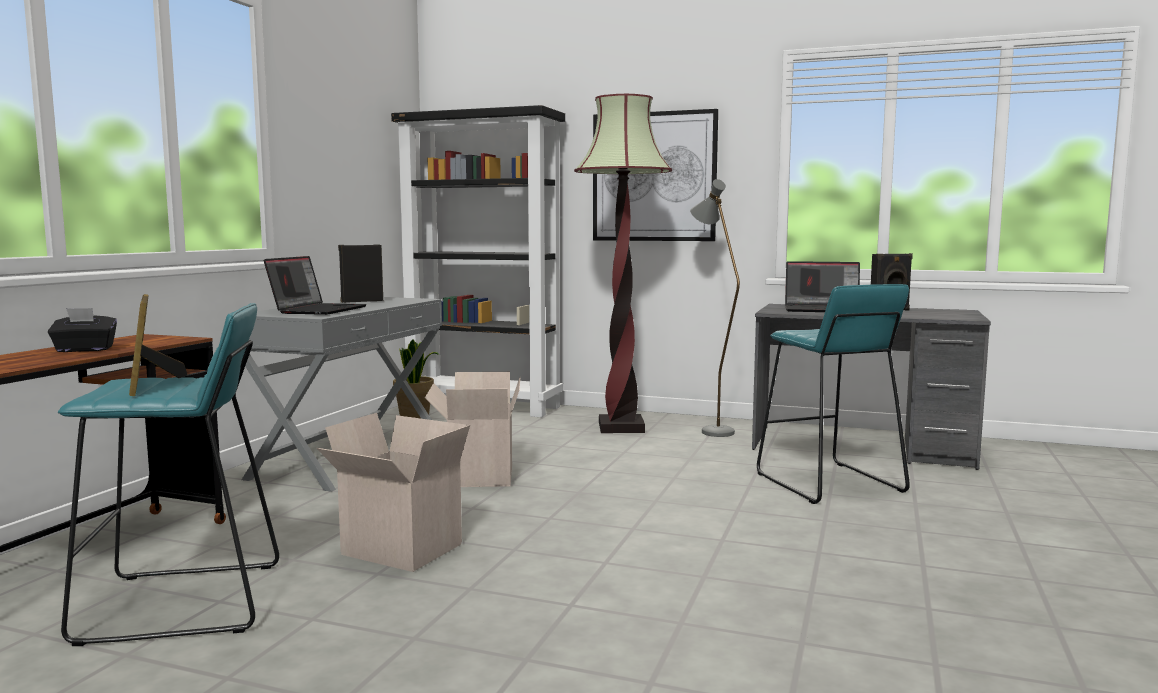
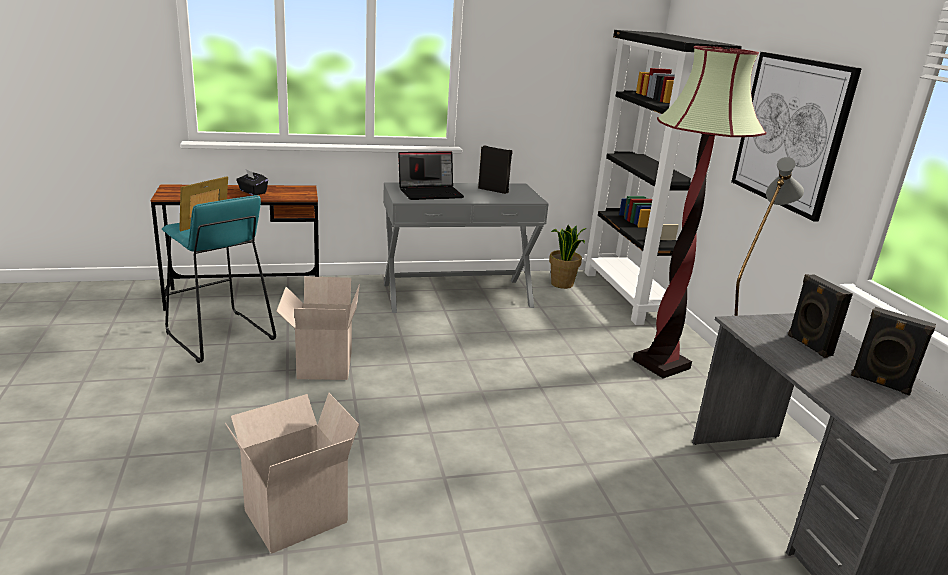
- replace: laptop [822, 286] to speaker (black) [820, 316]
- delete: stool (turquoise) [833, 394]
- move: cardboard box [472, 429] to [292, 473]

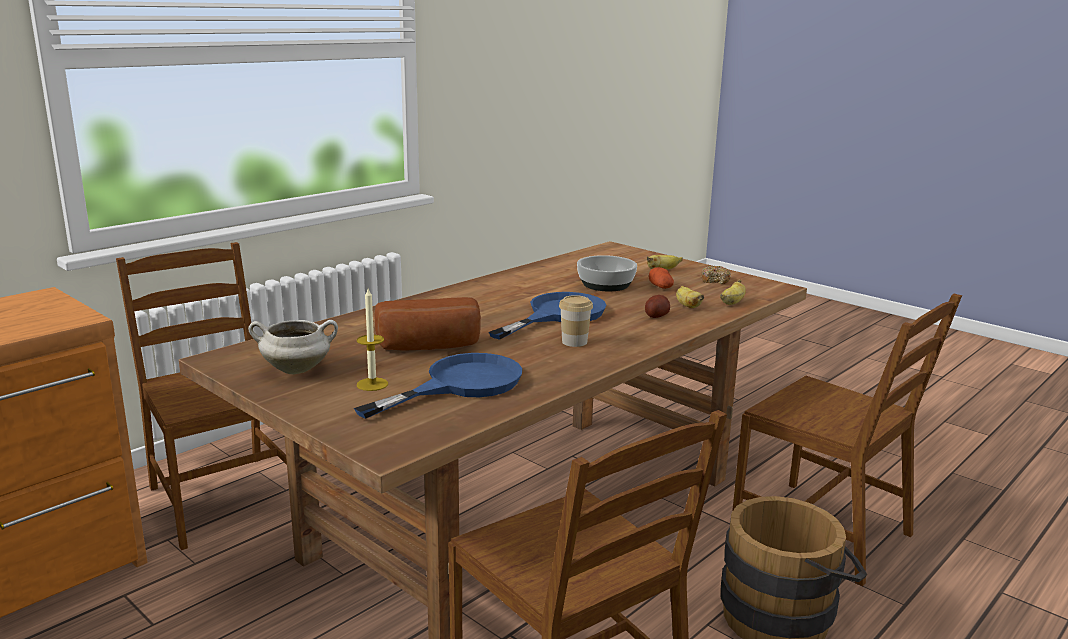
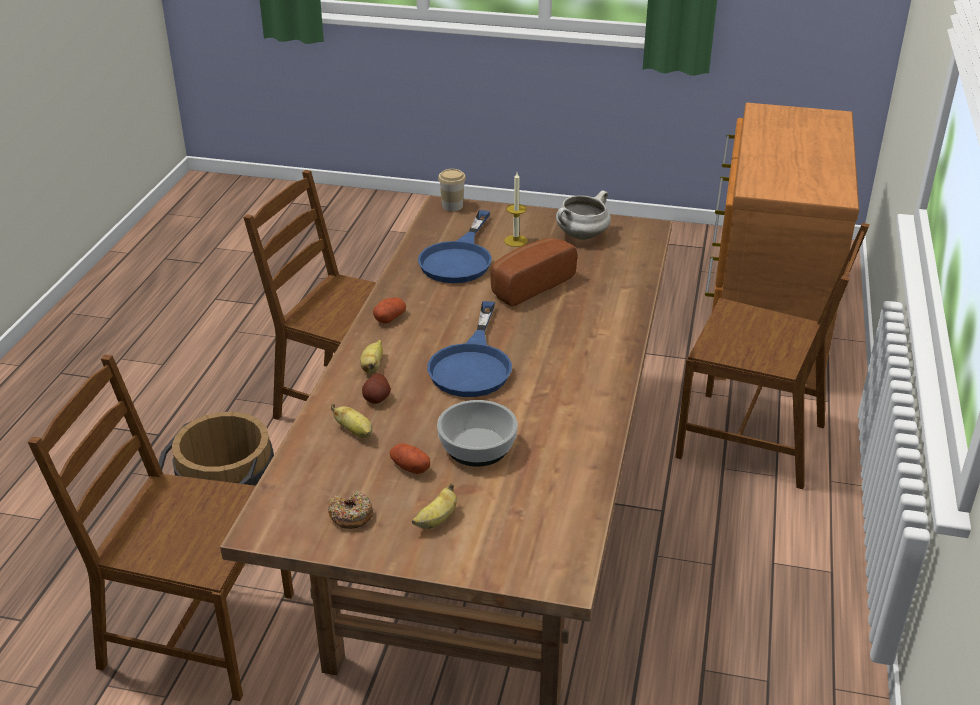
- move: banana [733, 292] to [371, 357]
- move: cup [576, 321] to [452, 190]
- insert: potato [389, 310]

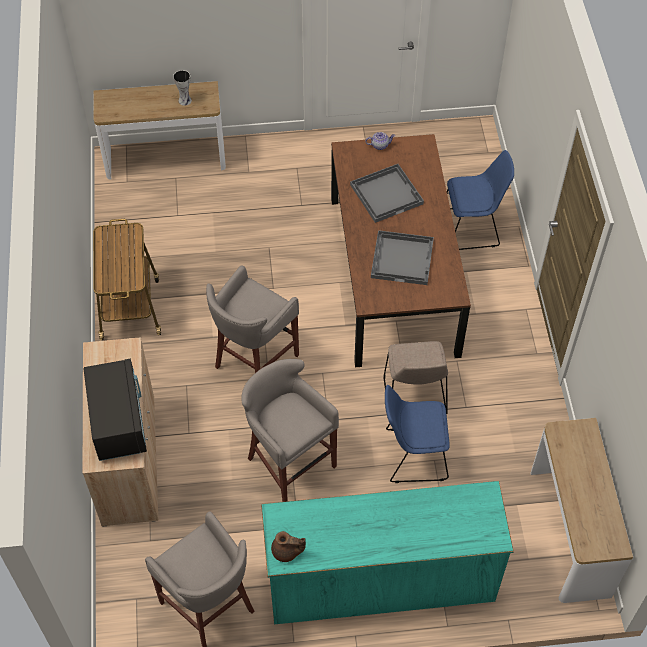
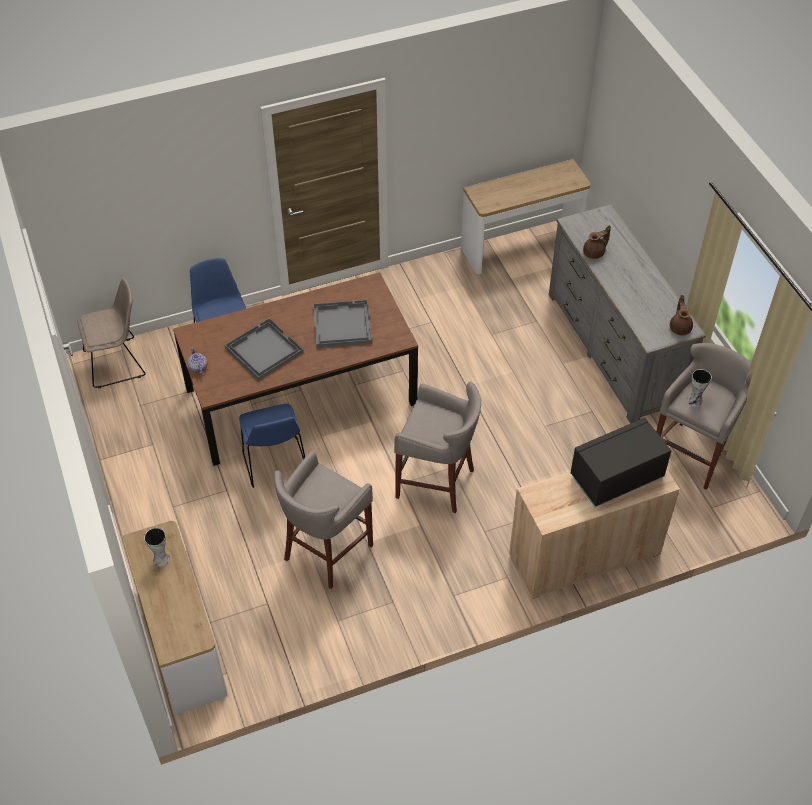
- delete: cart [127, 279]
- move: chair (beige) [415, 377] to [111, 333]
- move: stool (grey) [290, 430] to [323, 520]
- move: chair (blue) [417, 434] to [272, 446]
- recolor: dresser (turquoise) [387, 552] to dresser (grey) [627, 314]
- insert: teapot (brown) [597, 242]
- insert: vase [699, 388]

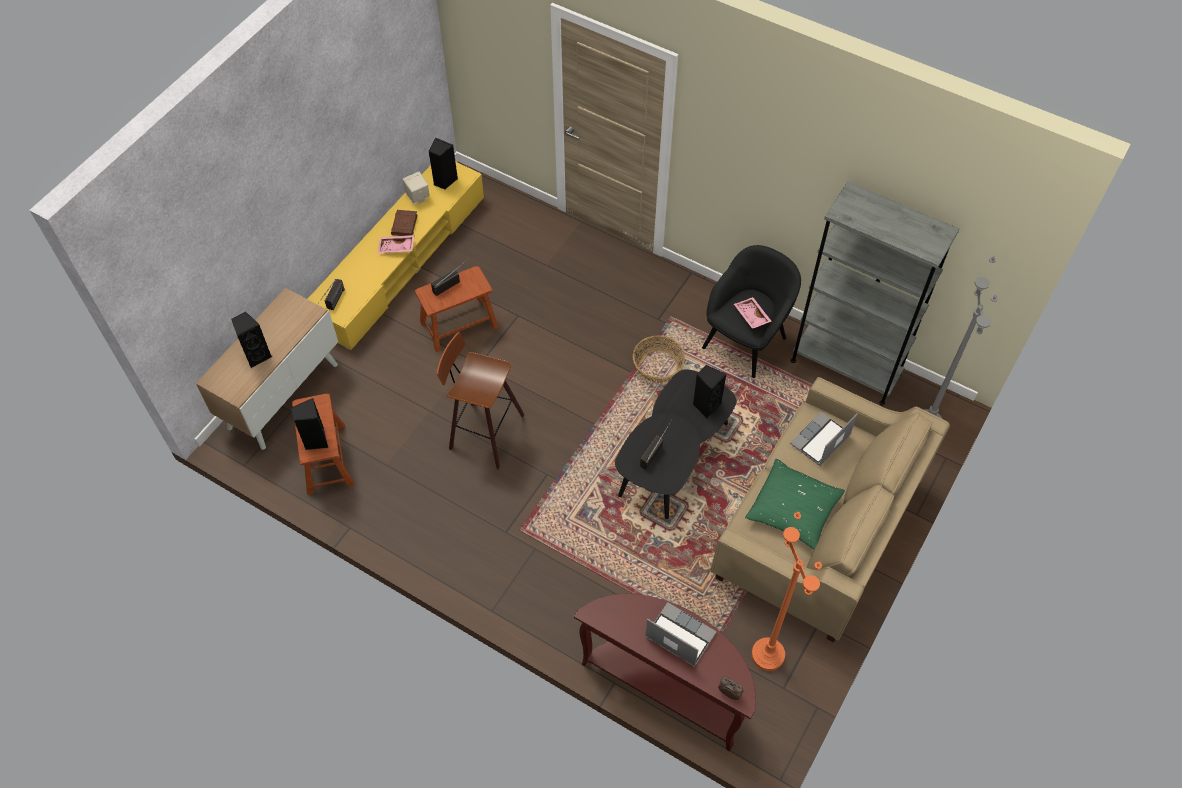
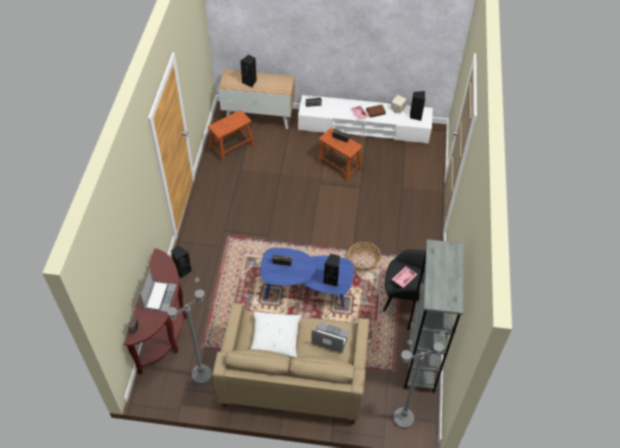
- recolor: tv stand (yellow) [396, 256] to tv stand (white) [365, 119]
- delete: stool [480, 400]
- recolor: coffee table (black) [676, 444] to coffee table (blue) [307, 278]
- move: speaker (black) [309, 424] to [181, 262]
- recolor: pillow (green) [795, 504] to pillow (white) [275, 335]
- recolor: floor lamp (orange) [786, 591] to floor lamp (grey) [189, 330]

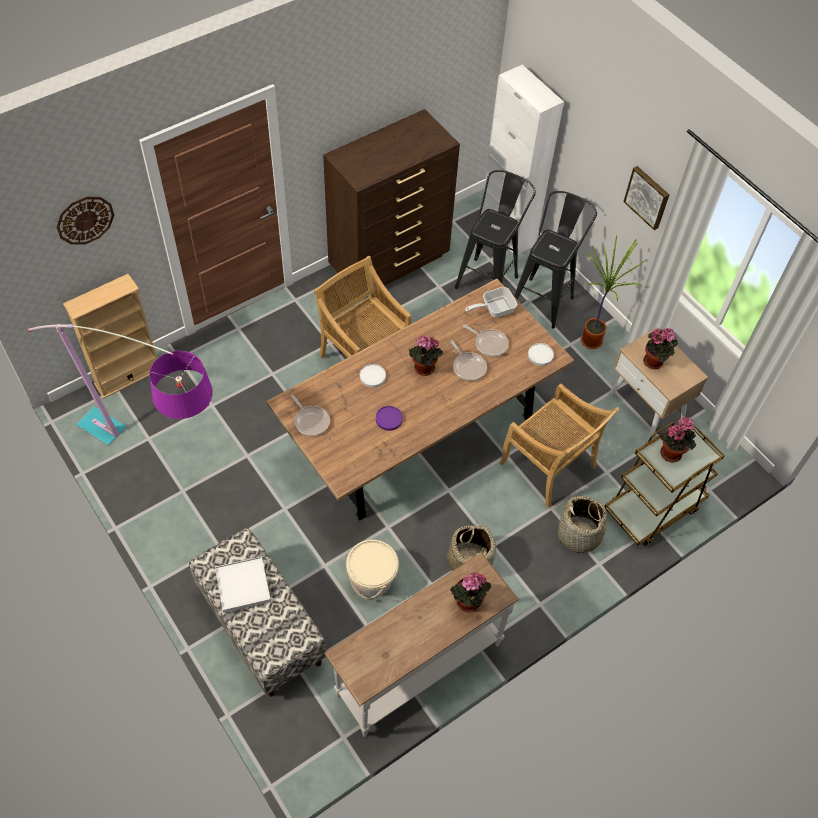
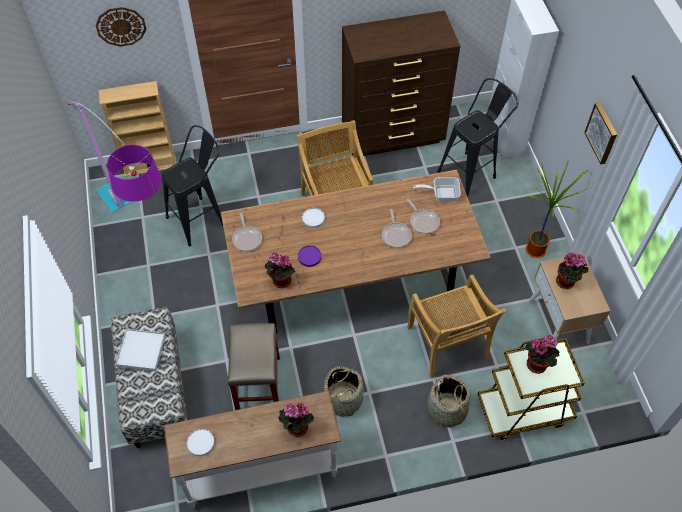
- move: stool (black) [555, 259] to [192, 186]
- move: potted plant [426, 356] to [280, 270]
- move: plate (white) [541, 354] to [201, 442]
- replace: bucket (beige) [372, 569] to stool (beige) [254, 366]

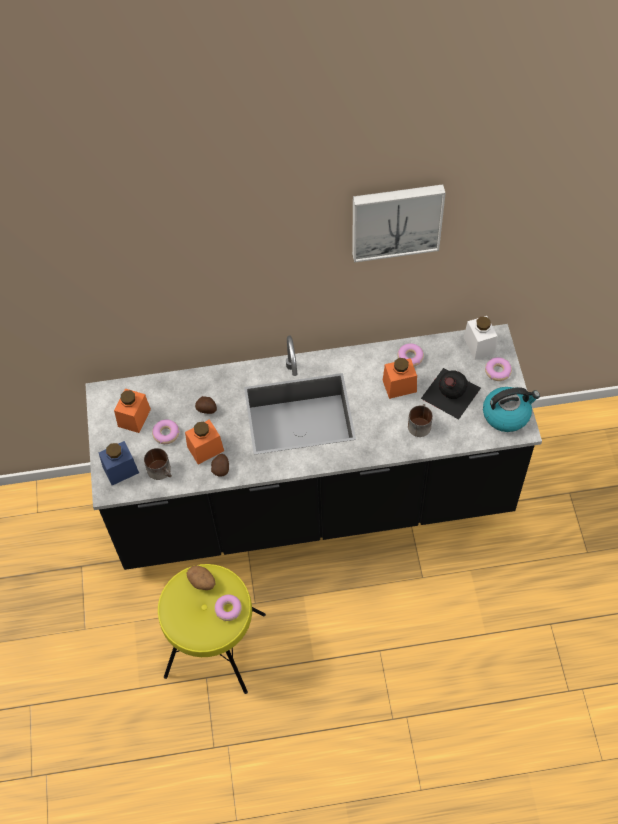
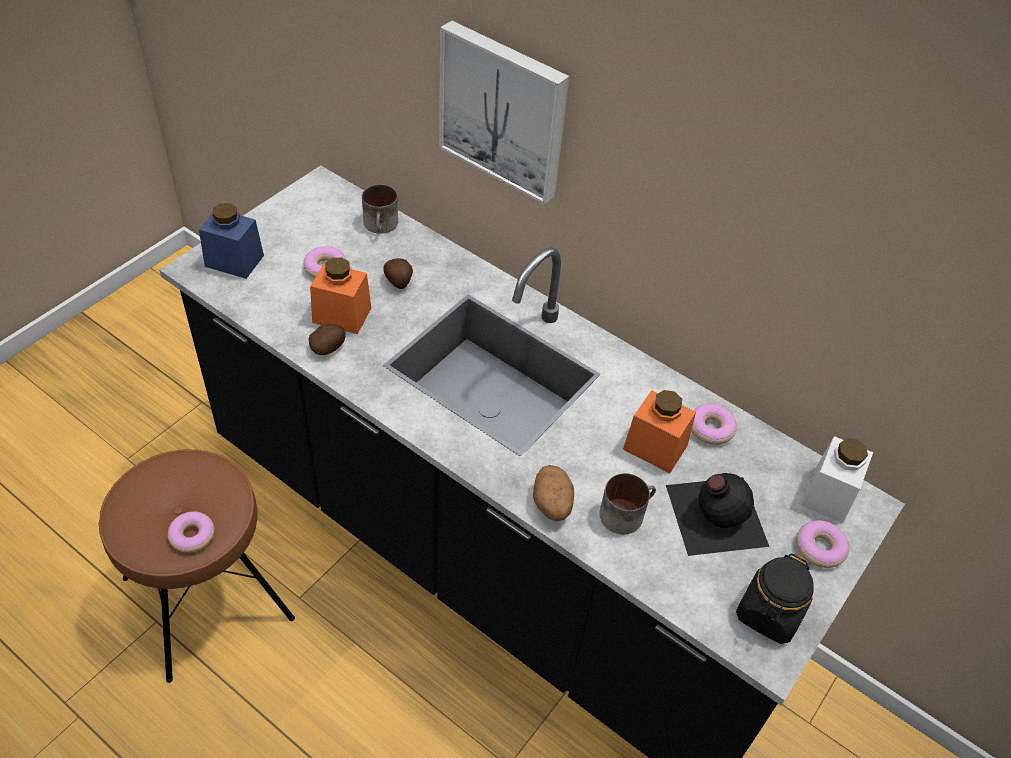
- move: picture [399, 223] to [504, 113]
- replace: kettle [511, 409] to jar (black) [775, 598]
- delete: jar (orange) [132, 410]
- move: mug [158, 464] to [380, 209]
- recolor: stool (yellow) [212, 629] to stool (brown) [197, 566]
- move: potato [200, 577] to [553, 493]

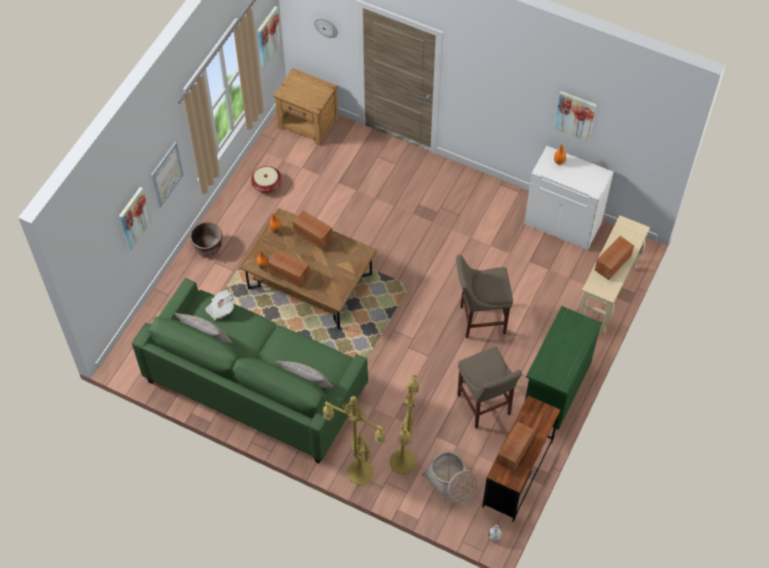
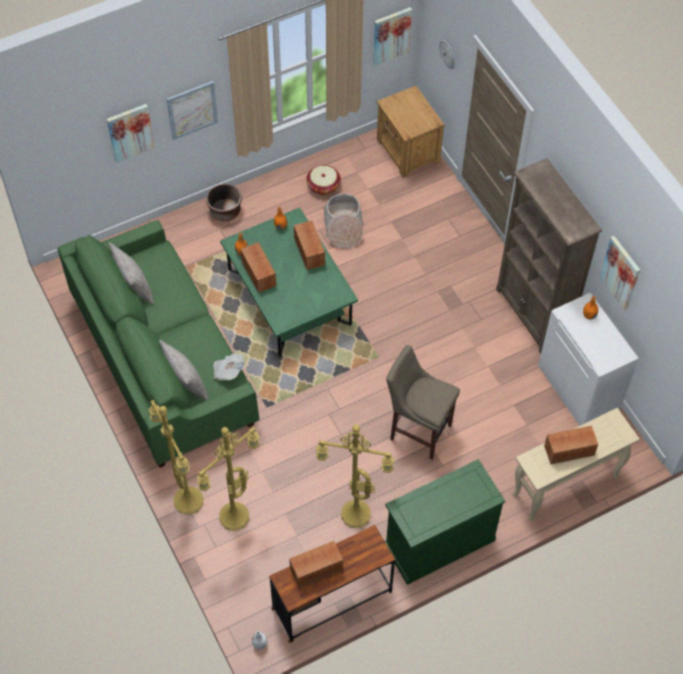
- recolor: coffee table (brown) [308, 268] to coffee table (green) [289, 282]
- move: newspaper [220, 305] to [229, 367]
- replace: stool (beige) [489, 387] to floor lamp (yellow) [355, 476]
- move: basket [449, 478] to [343, 221]
- insert: bookcase (brown) [549, 255]

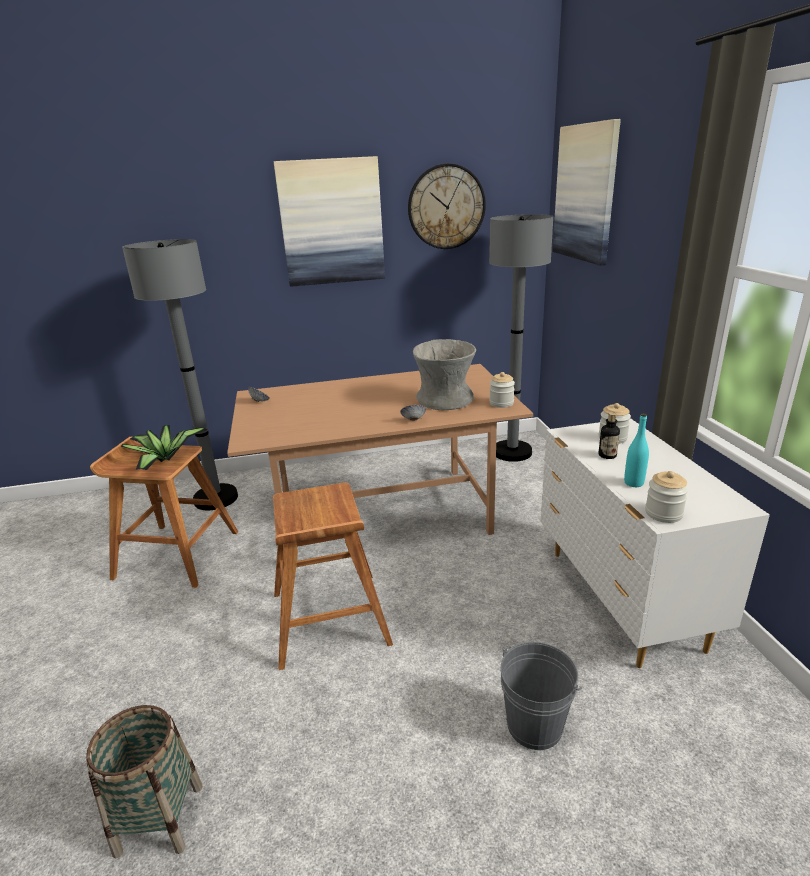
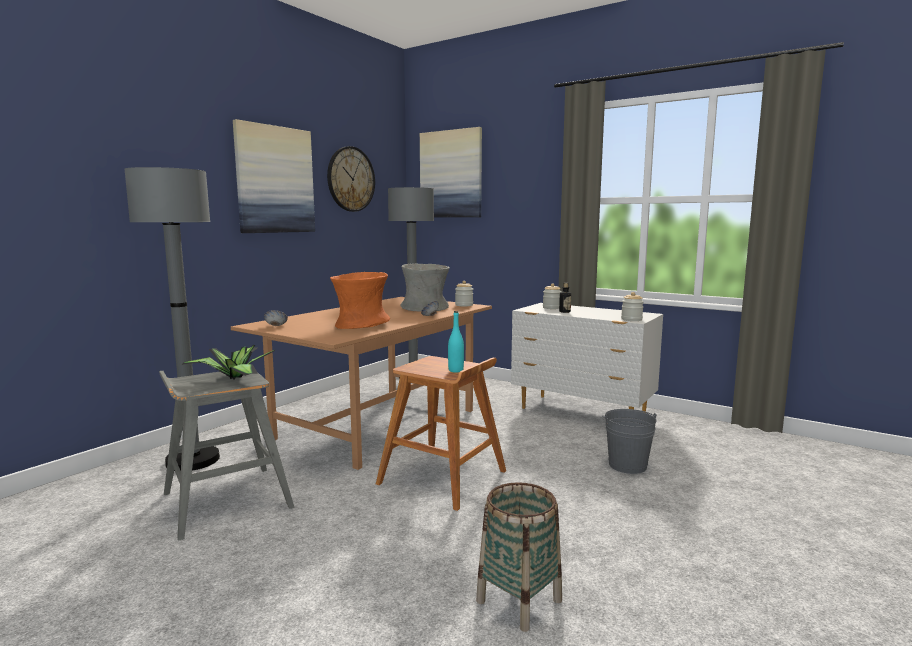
- move: bottle (turquoise) [636, 450] to [456, 342]
- recolor: stool (brown) [164, 512] to stool (grey) [227, 456]
- insert: vase (orange) [360, 300]

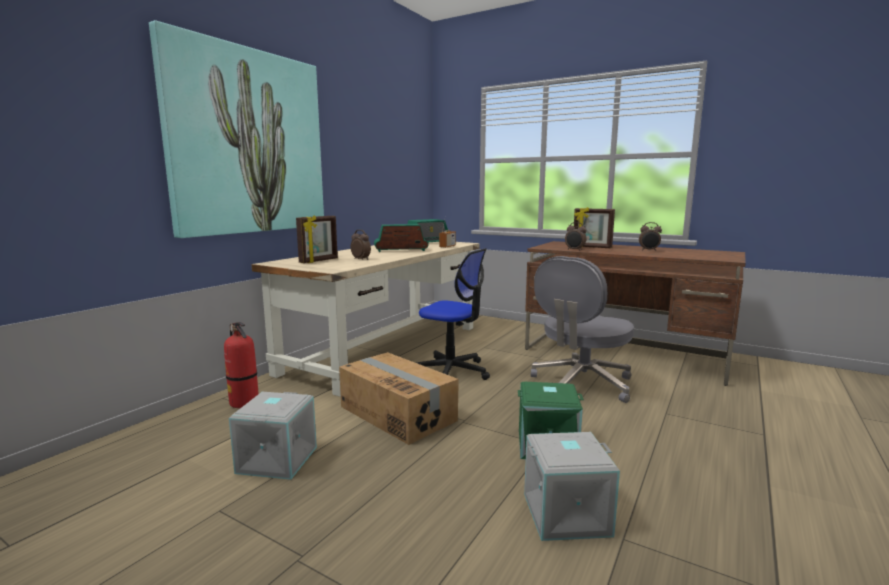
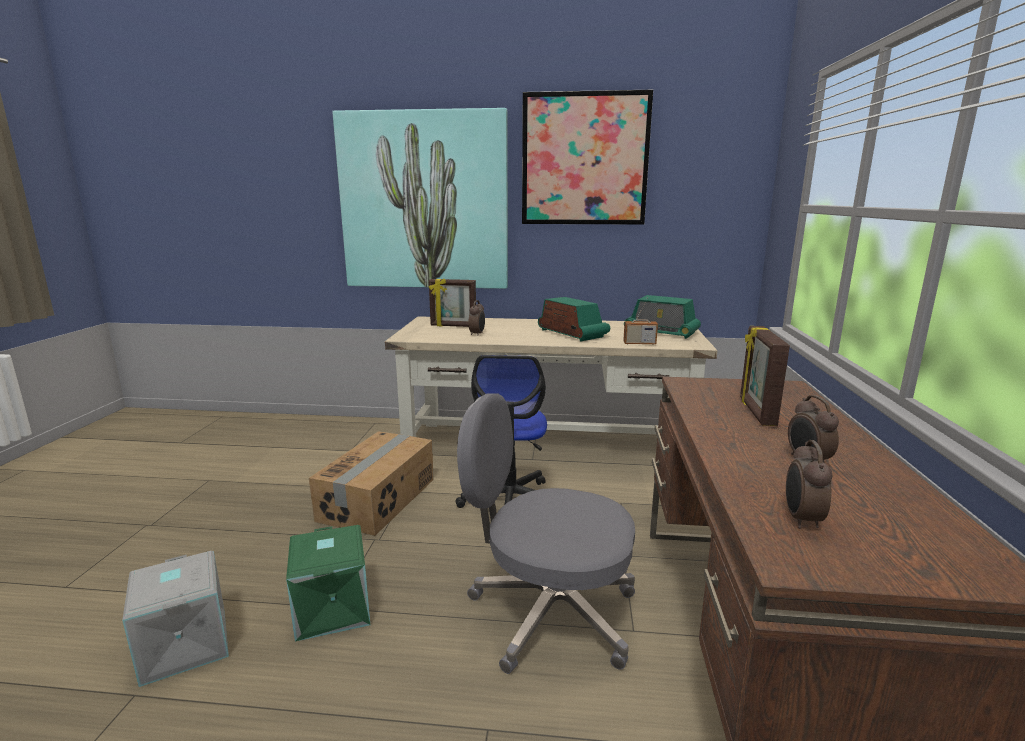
- move: alarm clock [576, 236] to [809, 484]
- delete: fire extinguisher [241, 365]
- delete: storage box (grey) [273, 436]
- insert: picture [587, 157]

